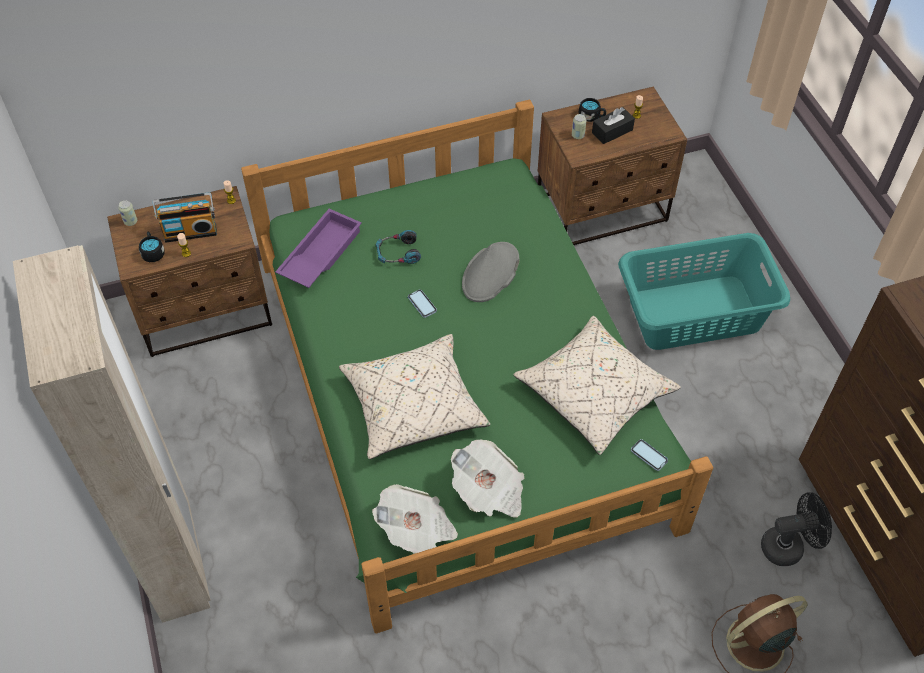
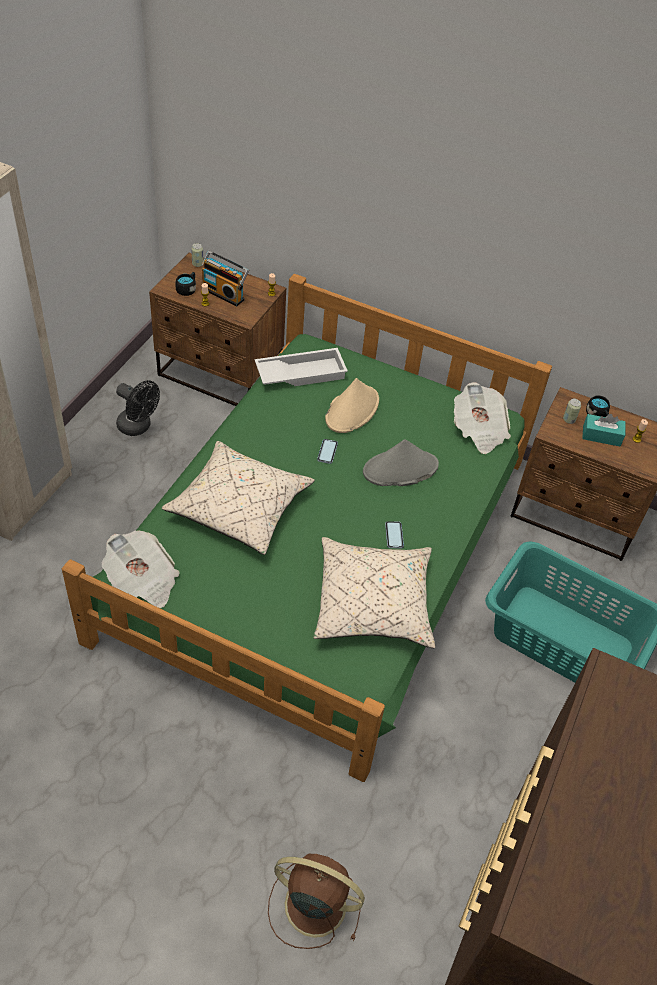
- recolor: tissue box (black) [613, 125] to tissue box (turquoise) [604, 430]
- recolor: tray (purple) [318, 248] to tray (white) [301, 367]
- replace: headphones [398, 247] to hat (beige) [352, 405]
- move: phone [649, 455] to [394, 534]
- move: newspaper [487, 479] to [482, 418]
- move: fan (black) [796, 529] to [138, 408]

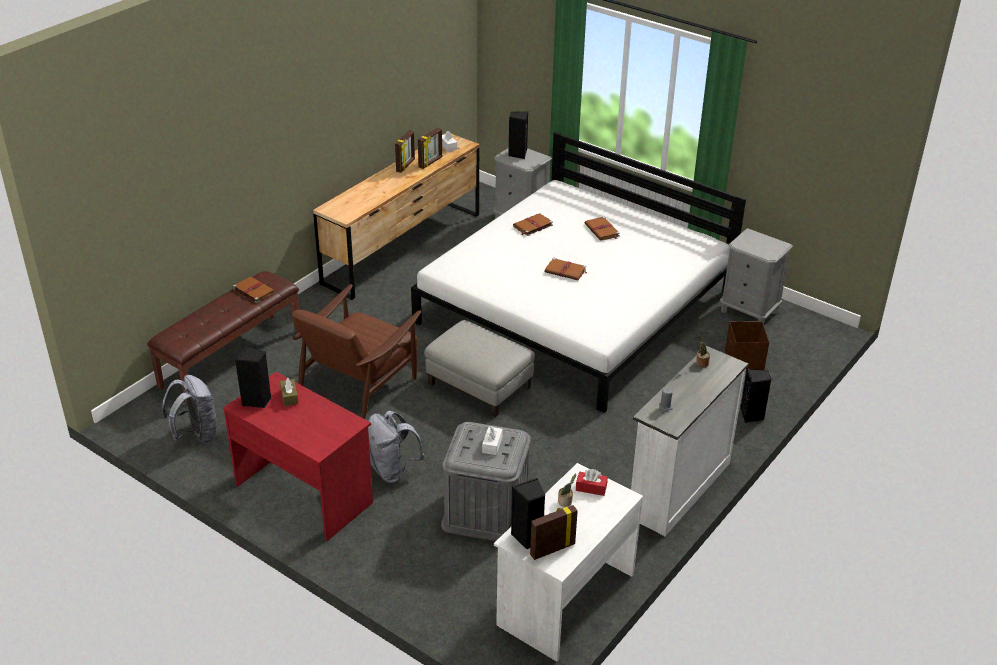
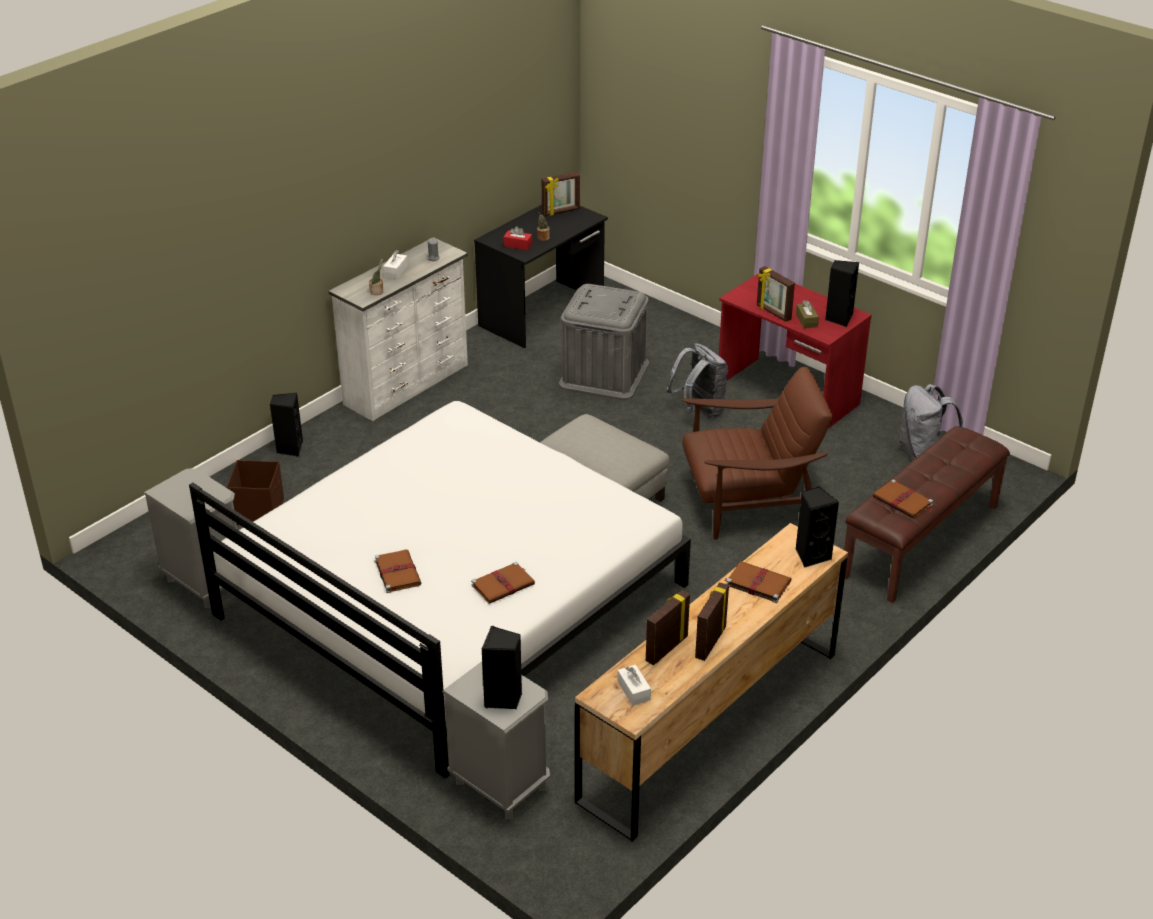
- move: book (brown) [566, 269] to [757, 582]
- rotate: armchair (brown) [356, 351] = [757, 453] 45 degrees clockwise
- move: tissue box (white) [492, 440] to [395, 264]
- recolor: desk (white) [568, 562] to desk (black) [541, 276]
- move: speaker (black) [528, 513] to [817, 527]
- insert: picture frame [776, 294]

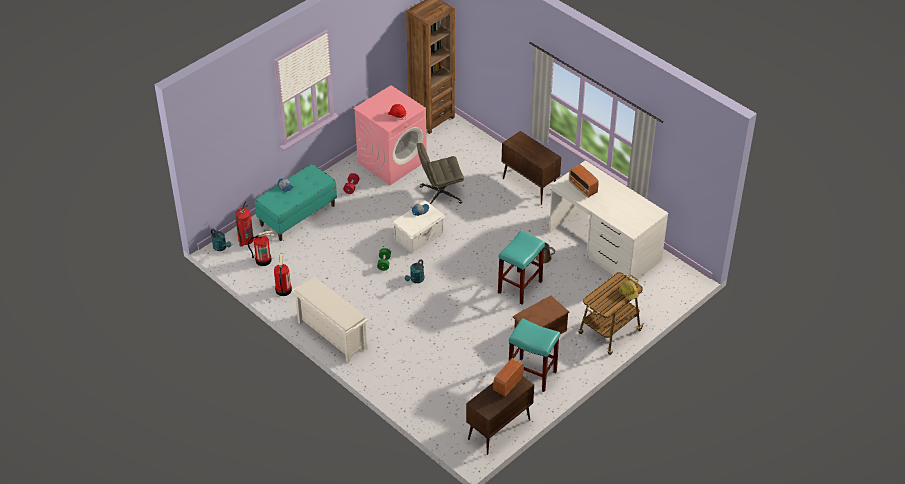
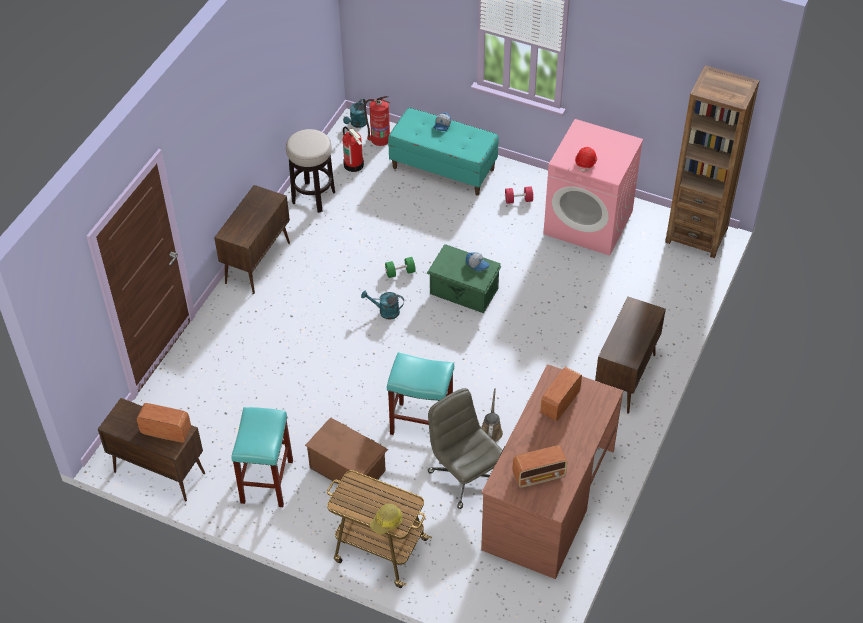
- move: office chair (grey) [440, 173] to [465, 448]
- recolor: desk (white) [608, 220] to desk (brown) [552, 471]
- recolor: storage box (white) [419, 227] to storage box (green) [464, 278]
- replace: fire extinguisher [283, 275] to stool [310, 171]
- replace: shoe rack (white) [330, 320] to cabinet (brown) [252, 239]
- insert: radio [539, 466]

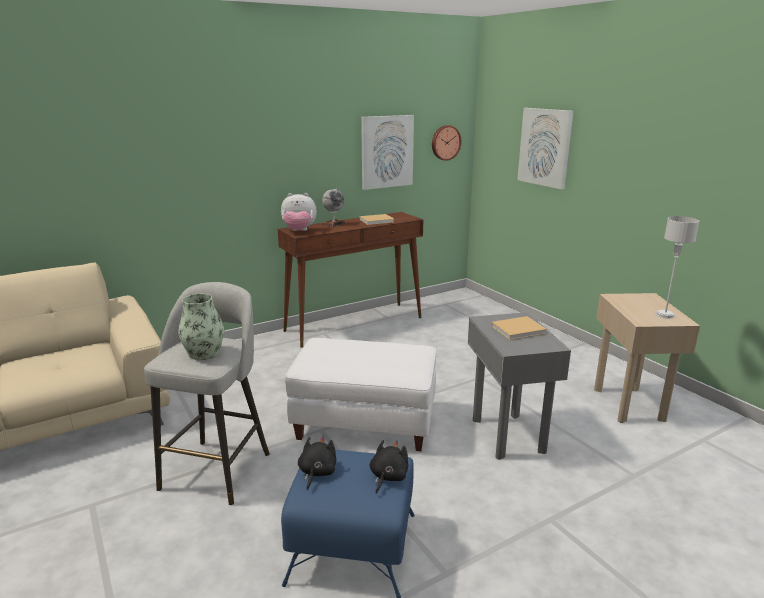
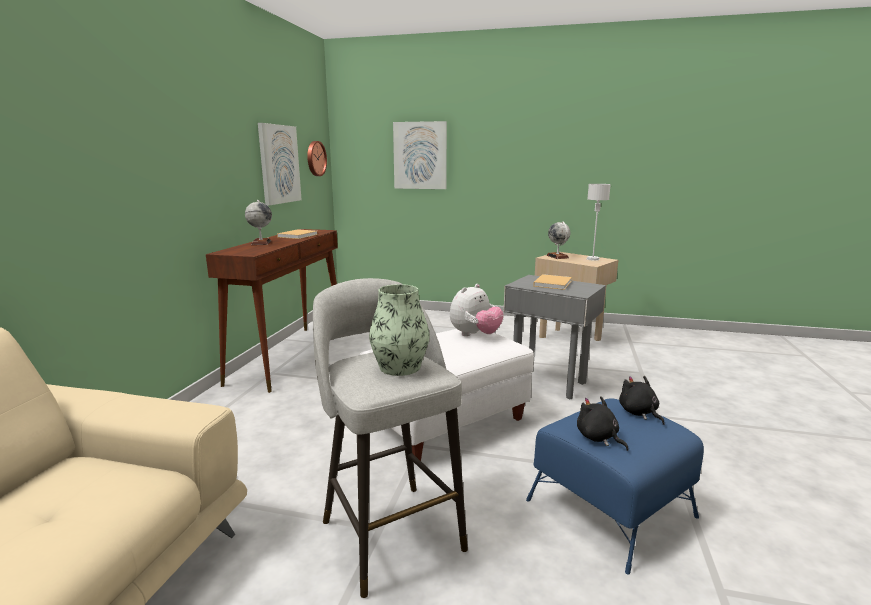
- move: plush toy [299, 212] to [477, 310]
- insert: globe [558, 240]

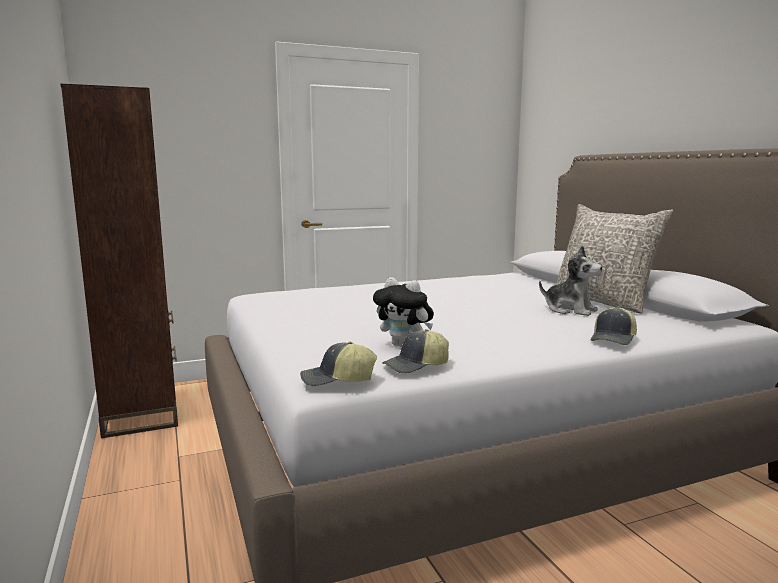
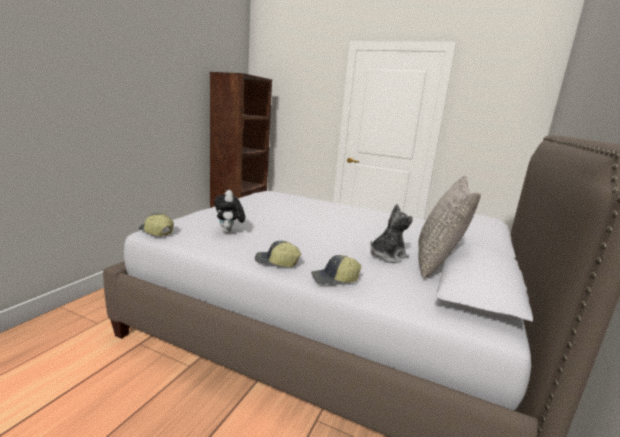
- rotate: plush toy [570, 281] = [391, 233] 120 degrees counterclockwise
- move: cap [415, 351] to [278, 254]

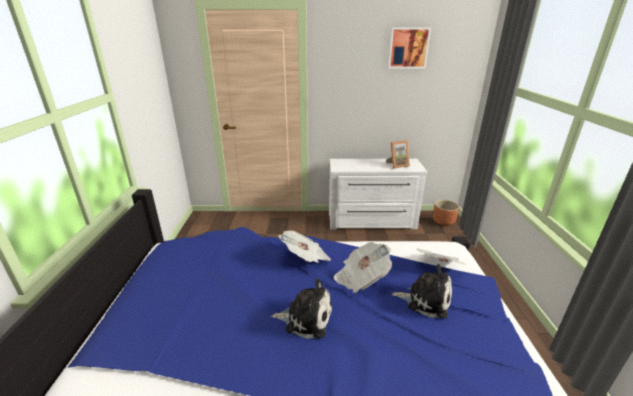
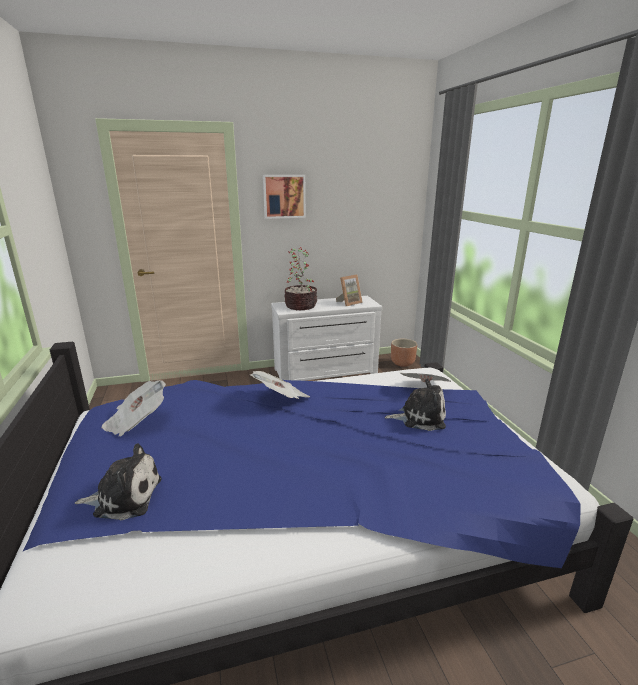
- move: picture [409, 47] to [284, 197]
- move: newspaper [363, 267] to [134, 408]
- move: plush toy [302, 309] to [118, 482]
- insert: potted plant [301, 278]

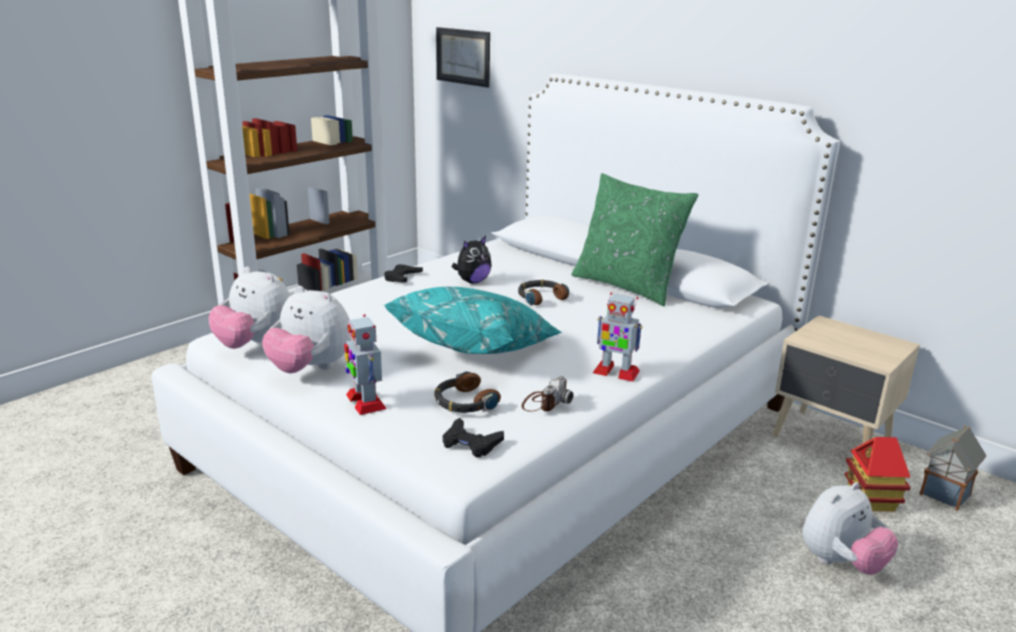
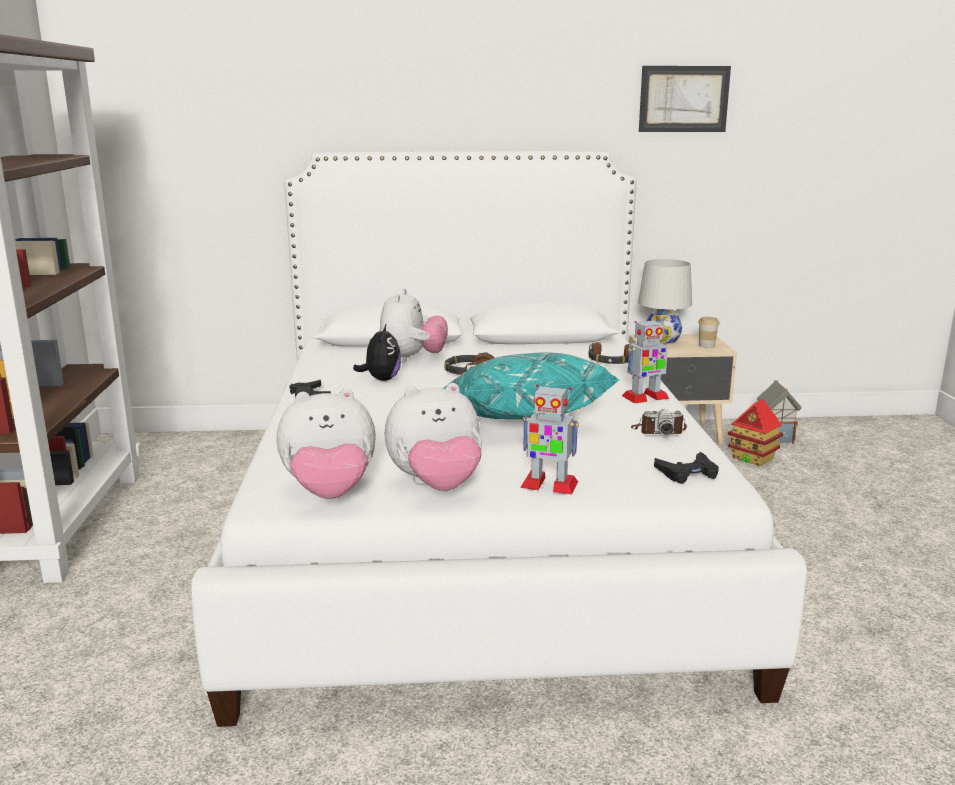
- move: picture [463, 57] to [685, 99]
- delete: pillow (green) [635, 239]
- move: headphones [468, 392] to [608, 353]
- rotate: photo camera [547, 393] = [659, 422] 105 degrees clockwise
- move: plush toy [850, 528] to [413, 326]
- insert: table lamp (white) [665, 301]
- insert: cup [709, 332]

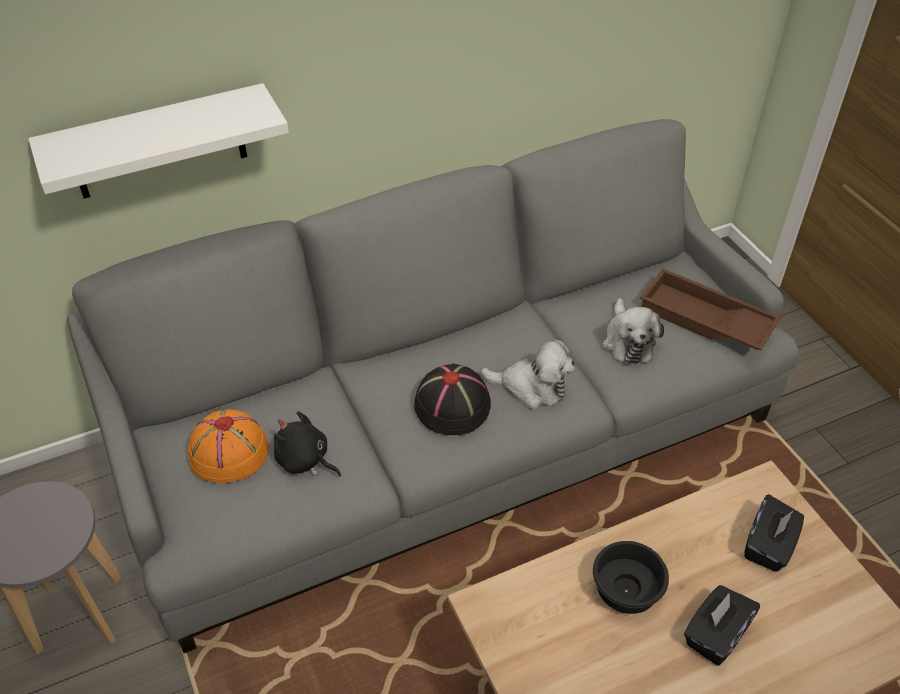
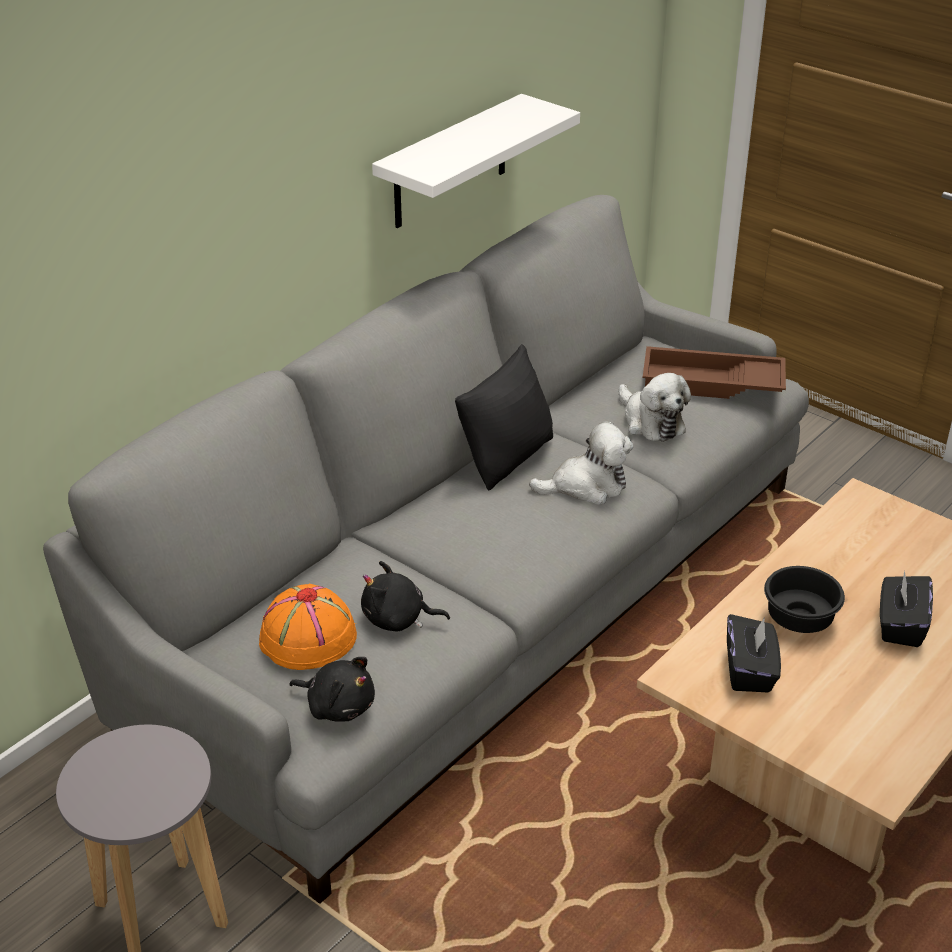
- move: shelf (white) [158, 141] to [476, 161]
- delete: hat (black) [452, 399]
- move: tissue box (black) [774, 532] to [754, 653]
- insert: pillow (black) [504, 417]
- insert: plush toy (black) [332, 689]

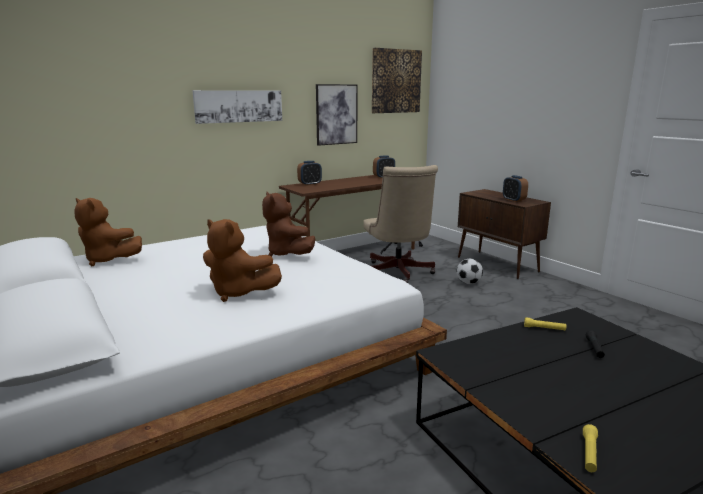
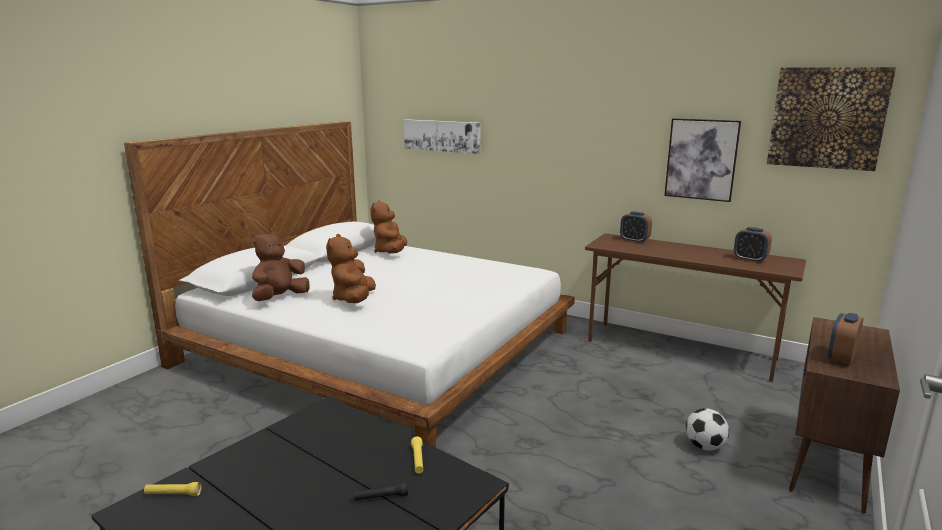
- move: picture [237, 107] to [442, 136]
- delete: office chair (beige) [400, 224]
- move: plush toy (brown) [288, 224] to [280, 266]

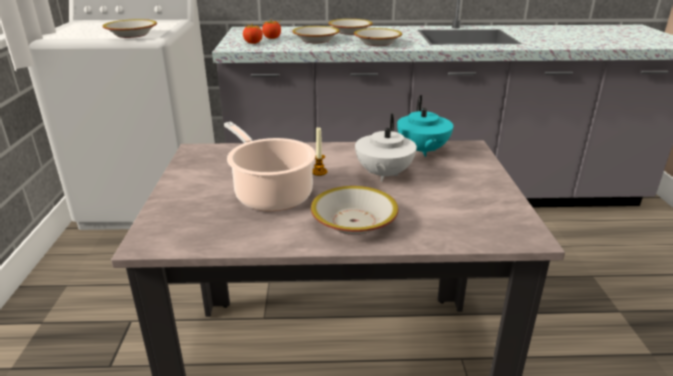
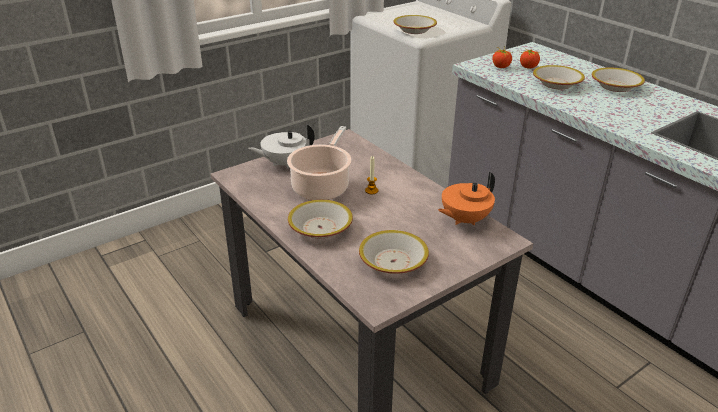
- move: bowl [378, 37] to [394, 252]
- recolor: teapot (turquoise) [425, 126] to teapot (orange) [466, 198]
- move: teapot (white) [386, 148] to [281, 146]

